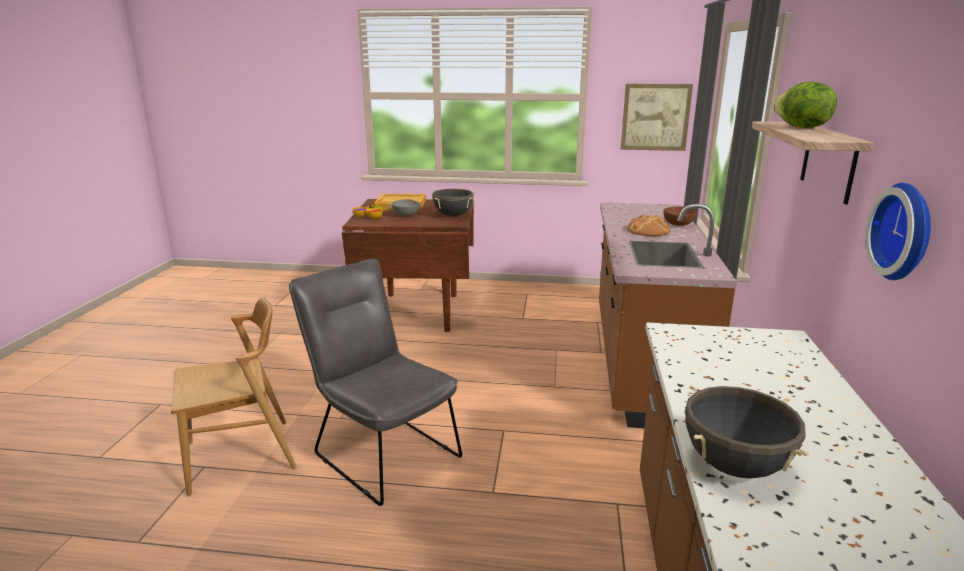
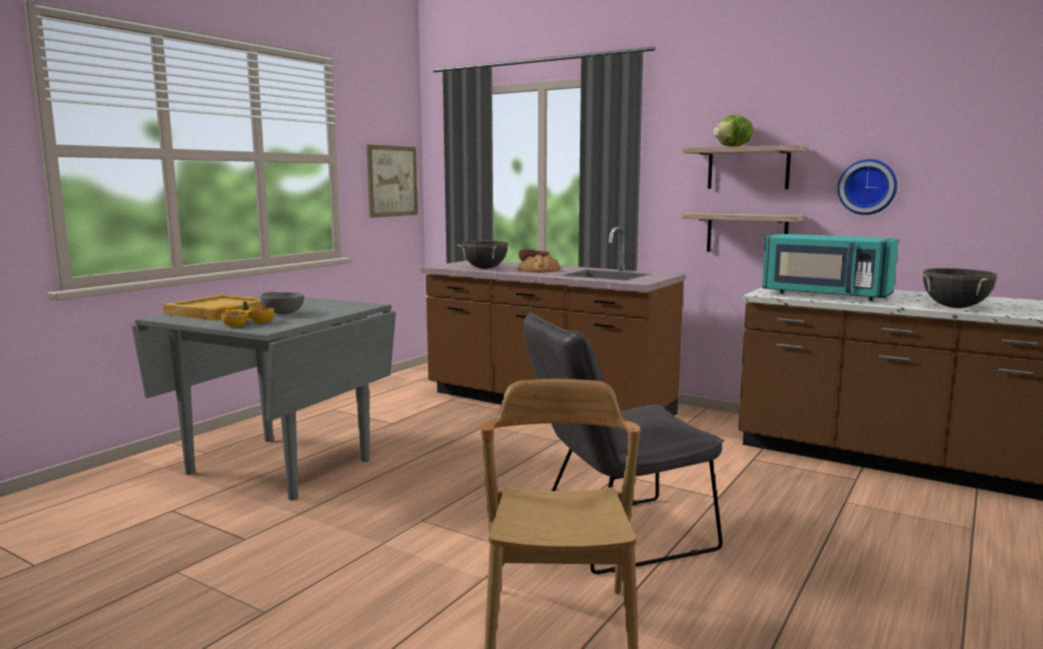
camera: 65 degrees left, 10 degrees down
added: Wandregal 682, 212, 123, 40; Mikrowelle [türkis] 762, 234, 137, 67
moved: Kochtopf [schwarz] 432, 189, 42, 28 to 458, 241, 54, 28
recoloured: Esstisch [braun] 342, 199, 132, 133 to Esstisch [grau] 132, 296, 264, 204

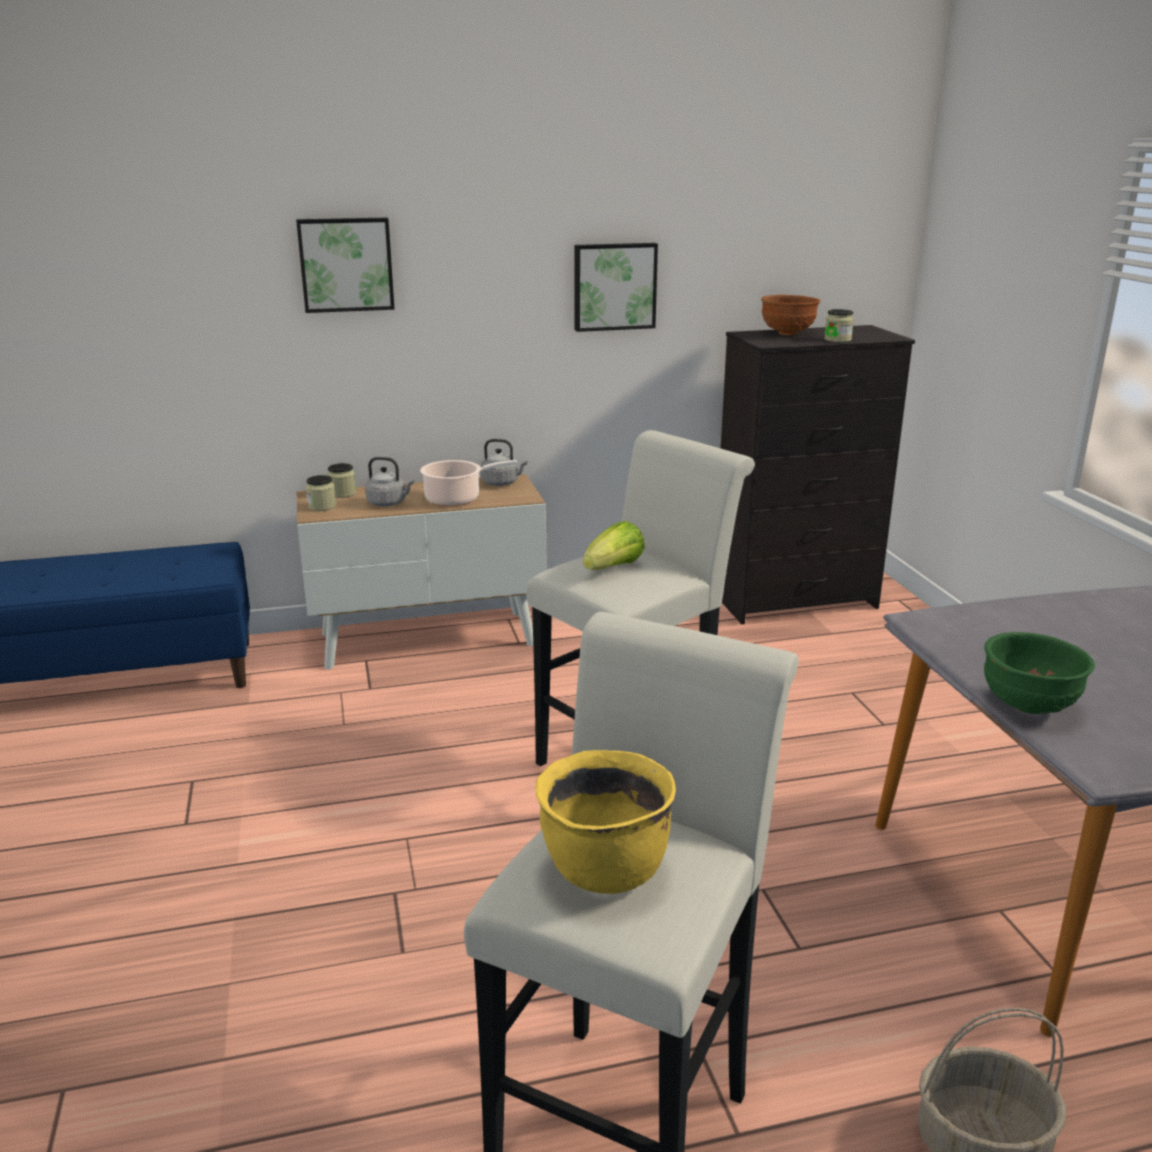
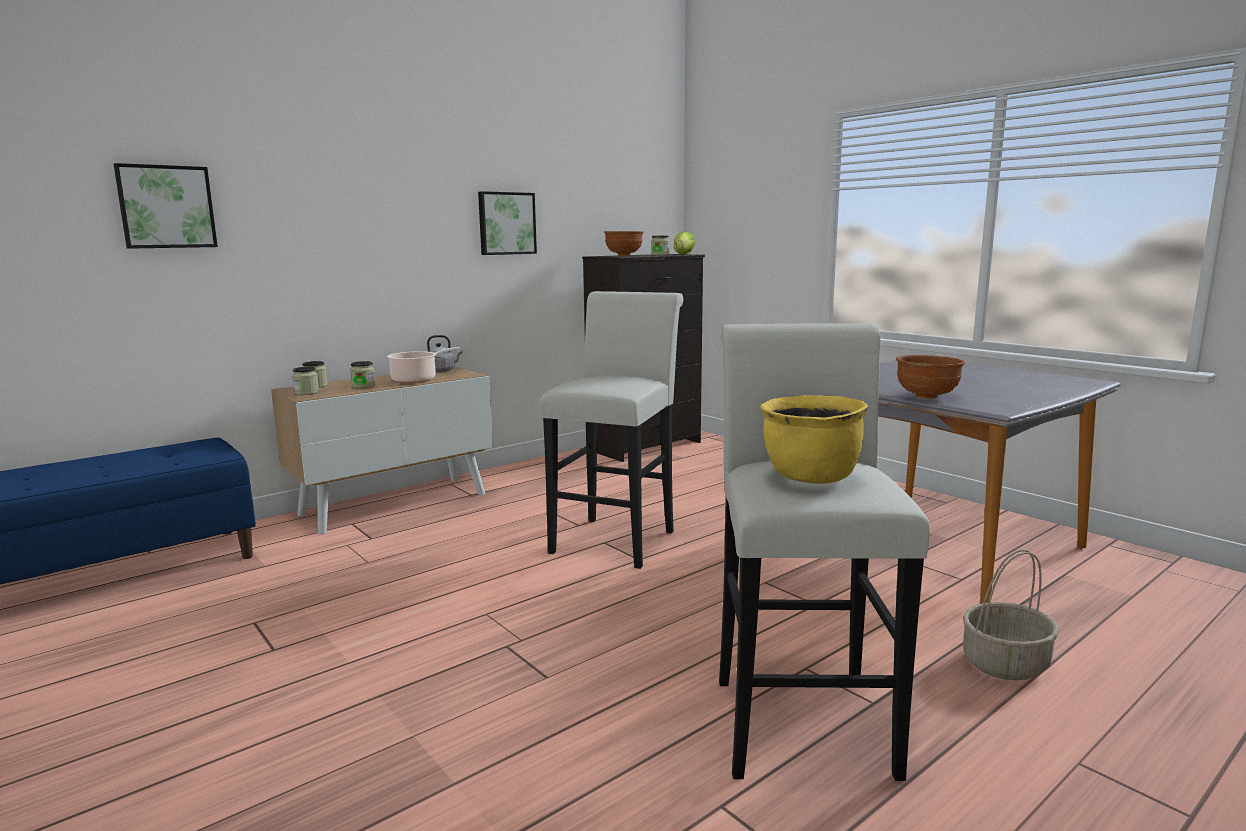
camera: 25 degrees left, 10 degrees down
moved: Bild 296, 218, 99, 95 to 114, 163, 104, 86; Salatkopf 583, 521, 62, 49 to 674, 231, 21, 23
replaced: Wasserkessel [grau] 365, 457, 49, 49 to Vorratsglas 350, 361, 25, 28
recoloured: Schüssel [grün] 984, 632, 111, 82 to Schüssel [braun] 896, 355, 69, 44

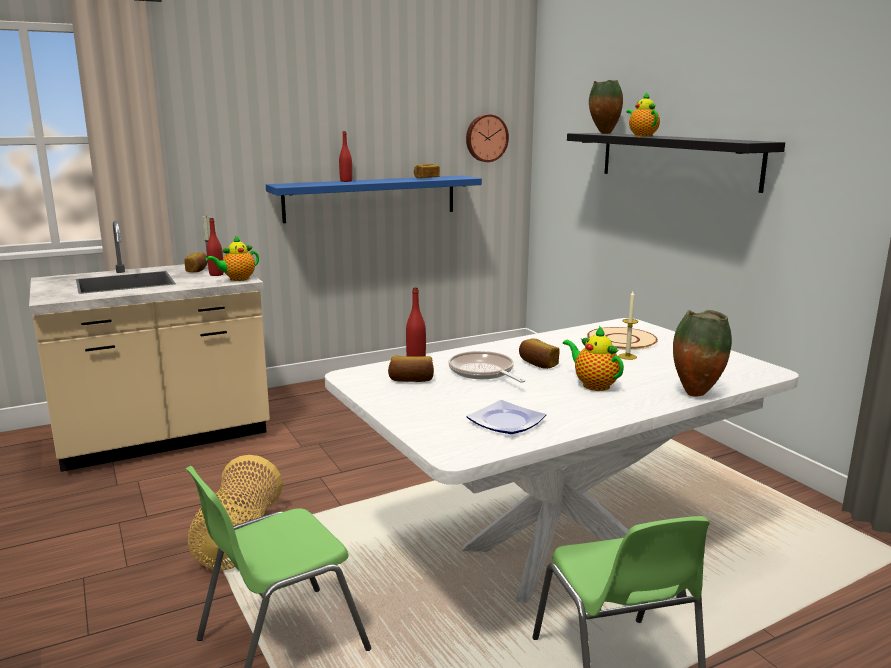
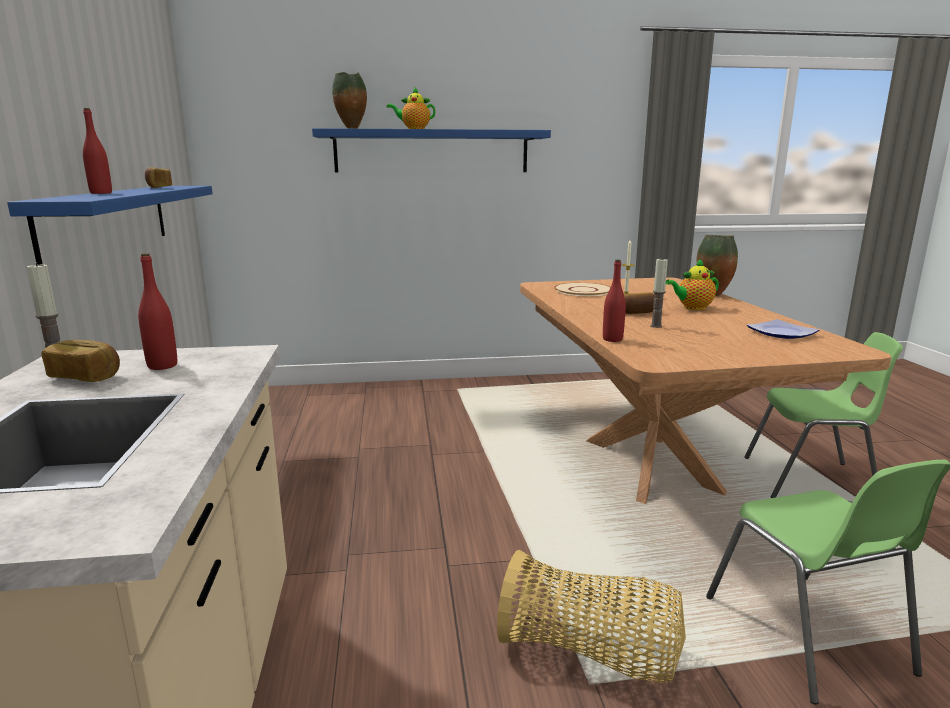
camera: 70 degrees left, 0 degrees up
removed: Teekanne 206, 235, 53, 46; Brot 388, 356, 46, 26; Wanduhr 466, 114, 43, 48
replaced: Pfanne 448, 351, 77, 32 to Kerze 650, 257, 18, 71
recoloured: Esstisch [weiß] 325, 318, 474, 285 to Esstisch [braun] 520, 277, 372, 227; Wandregal [schwarz] 567, 133, 218, 60 to Wandregal [blau] 312, 128, 239, 45

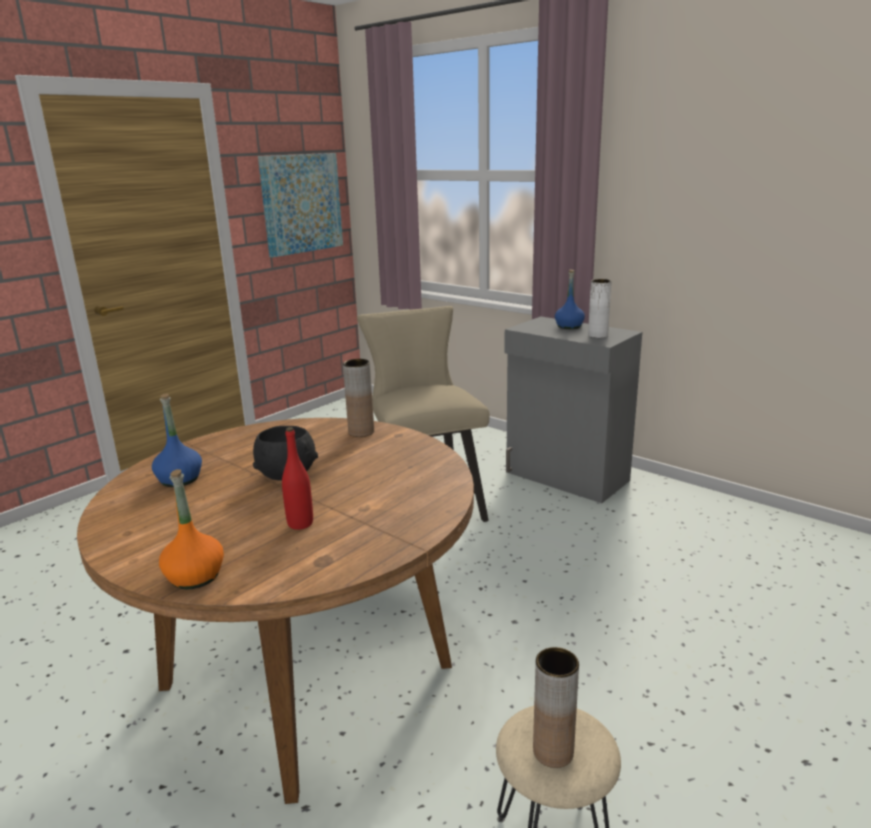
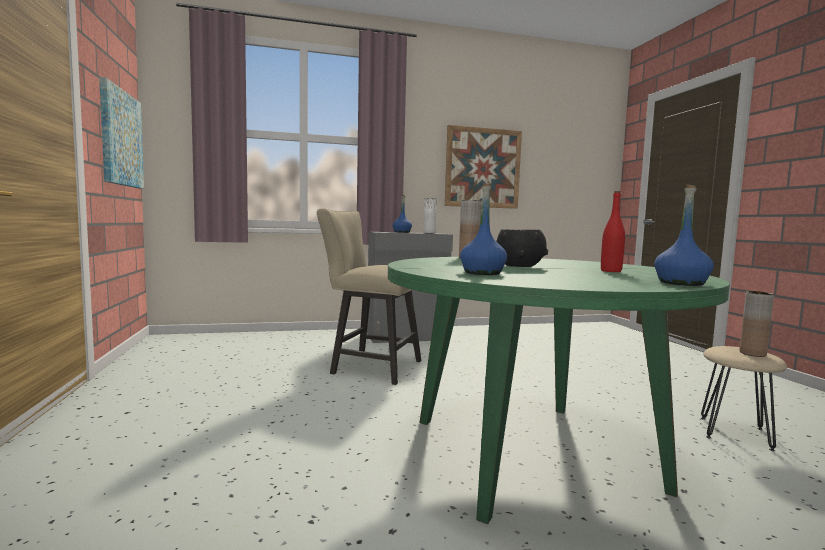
camera: 55 degrees left, 15 degrees down
added: Bild 445, 125, 77, 84
recoloured: Esstisch [braun] 77, 418, 397, 386 to Esstisch [grün] 388, 257, 342, 267; Flasche [orange] 159, 469, 65, 121 to Flasche [blau] 654, 185, 60, 101

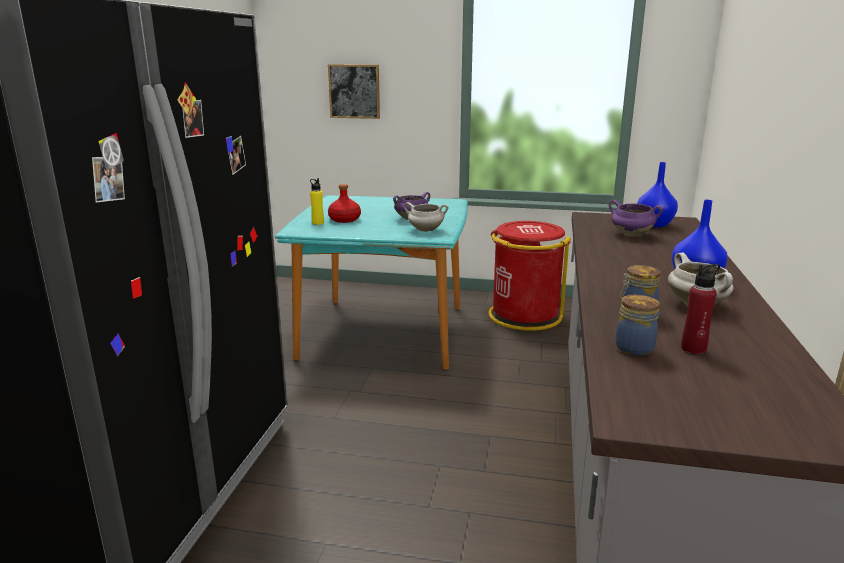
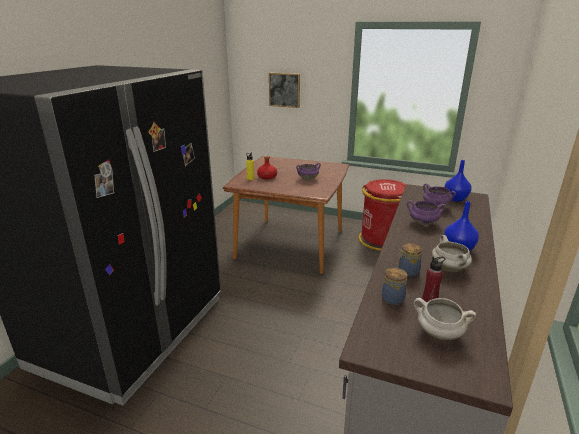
camera: 10 degrees right, 5 degrees up
added: Kochtopf [lila] 407, 200, 39, 25
moved: Kochtopf [weiß] 404, 202, 44, 30 to 414, 298, 62, 42
recoloured: Esstisch [türkis] 275, 195, 193, 175 to Esstisch [braun] 223, 156, 126, 118

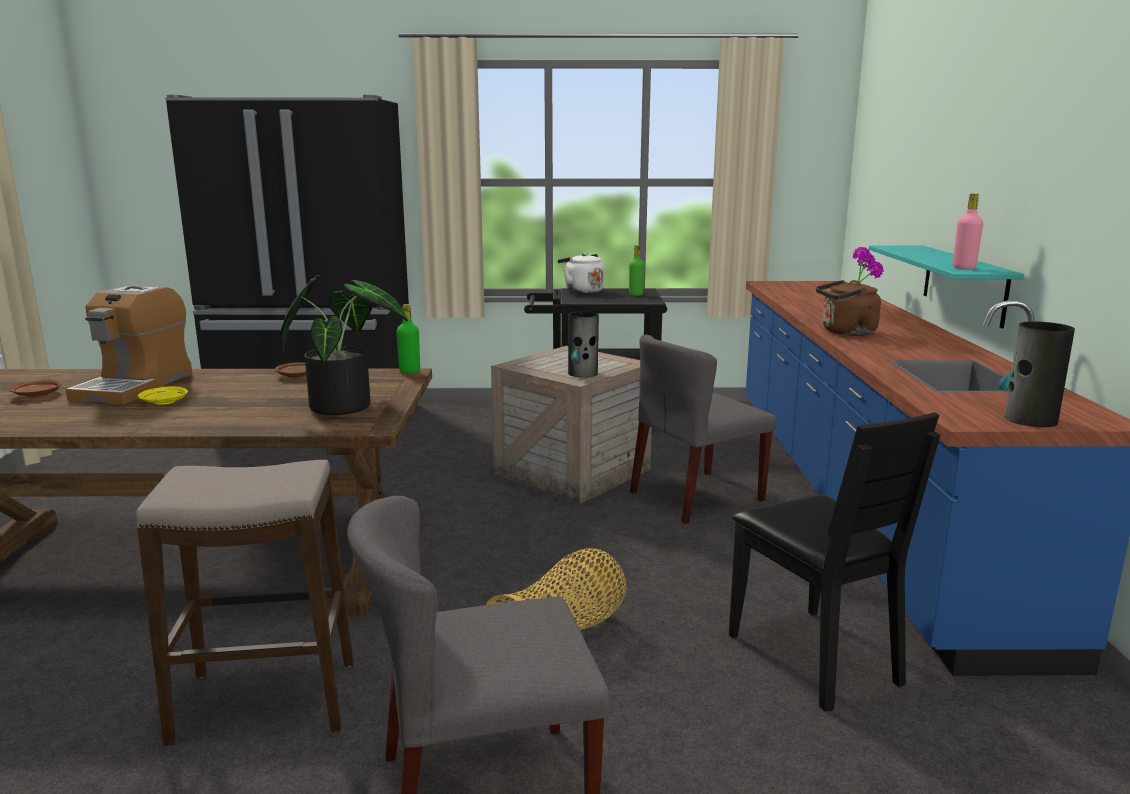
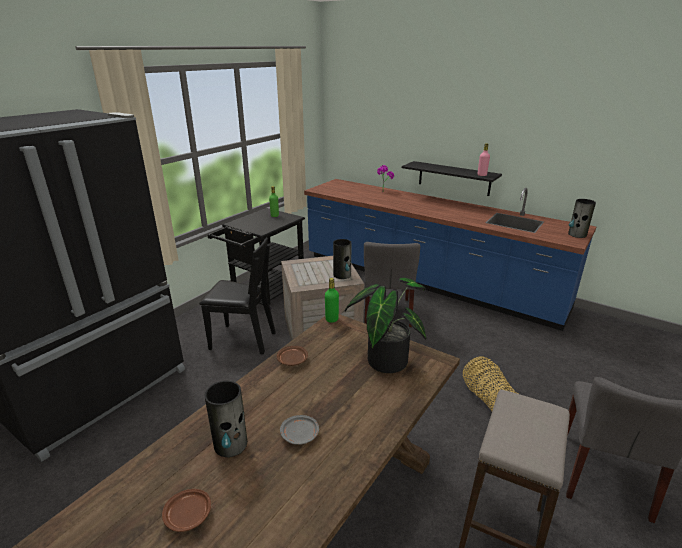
camera: 55 degrees left, 10 degrees up
removed: Wasserkessel [weiß] 558, 253, 47, 41; Wasserkessel [braun] 816, 280, 65, 56
moved: Stuhl [schwarz] 729, 412, 211, 300 to 199, 238, 77, 116
replaced: Kaffeemaschine 65, 285, 128, 120 to Vase 205, 381, 42, 76
recoloured: Teller [gelb] 138, 386, 50, 19 to Teller [grau] 280, 415, 39, 30; Wandregal [türkis] 869, 245, 155, 83 to Wandregal [schwarz] 402, 161, 100, 35

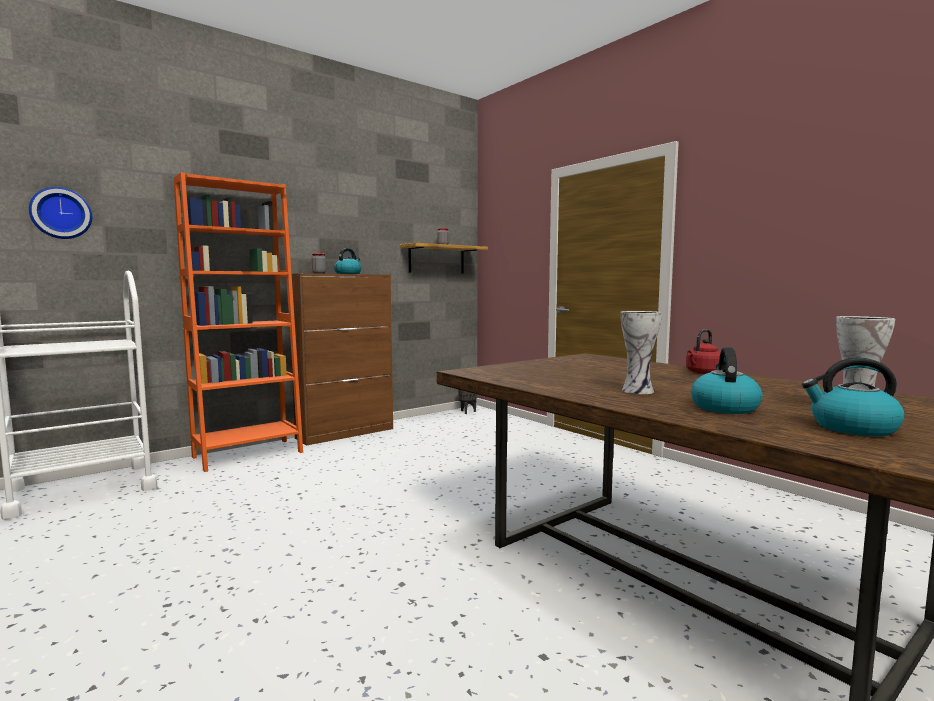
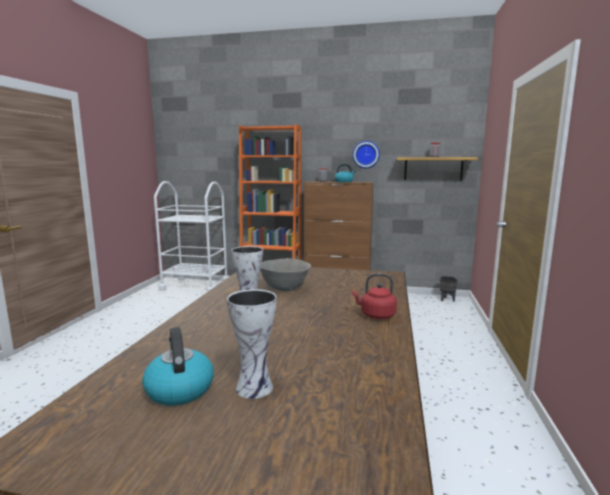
camera: 50 degrees right, 5 degrees up
removed: Wasserkessel 691, 347, 72, 67
added: Schüssel [grau] 260, 258, 51, 33
moved: Wanduhr 29, 187, 63, 52 to 353, 141, 27, 28

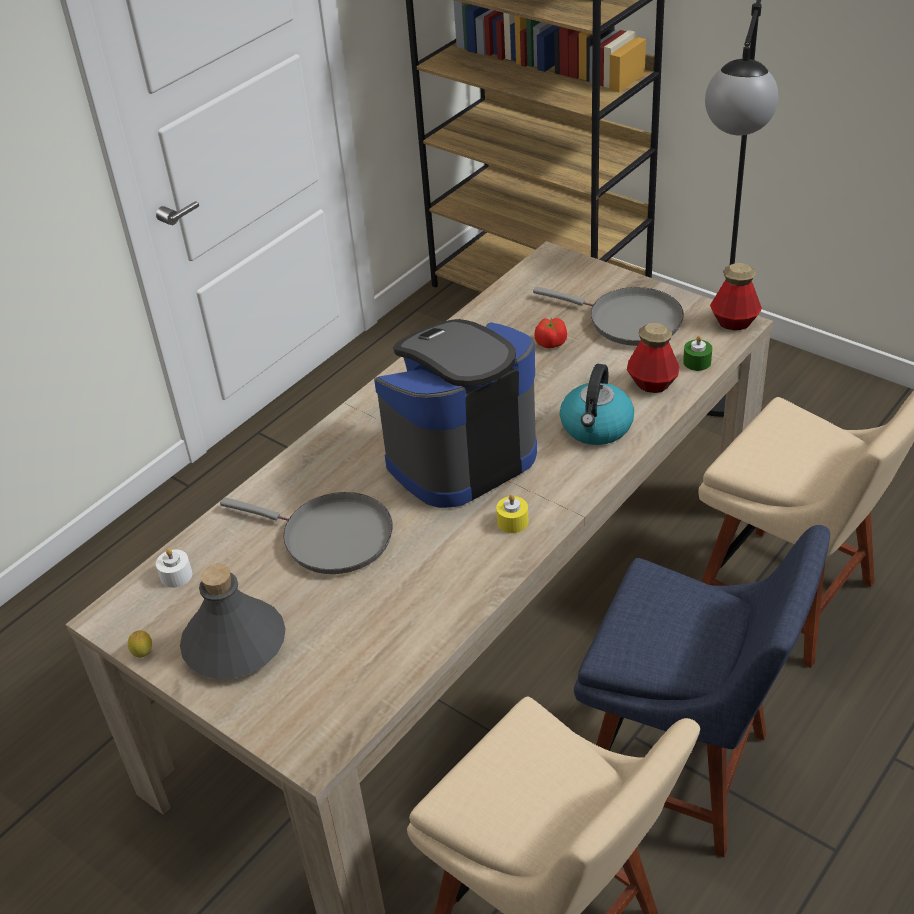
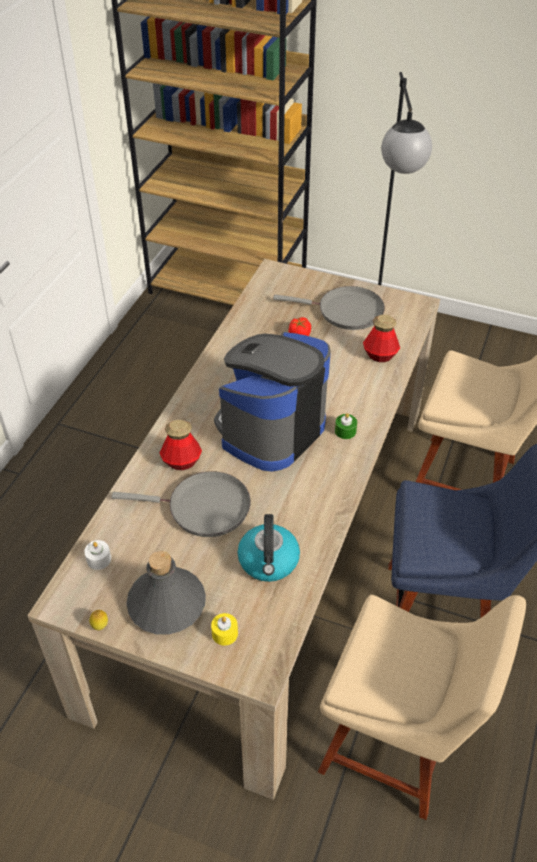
camera: 20 degrees left, 5 degrees up
moved: Kerze [gelb] 496, 494, 32, 39 to 211, 613, 27, 32; Wasserkessel 560, 364, 74, 81 to 238, 514, 62, 68; Kerze [grün] 683, 335, 29, 36 to 335, 413, 22, 26; Flasche 710, 263, 52, 67 to 160, 420, 42, 50

